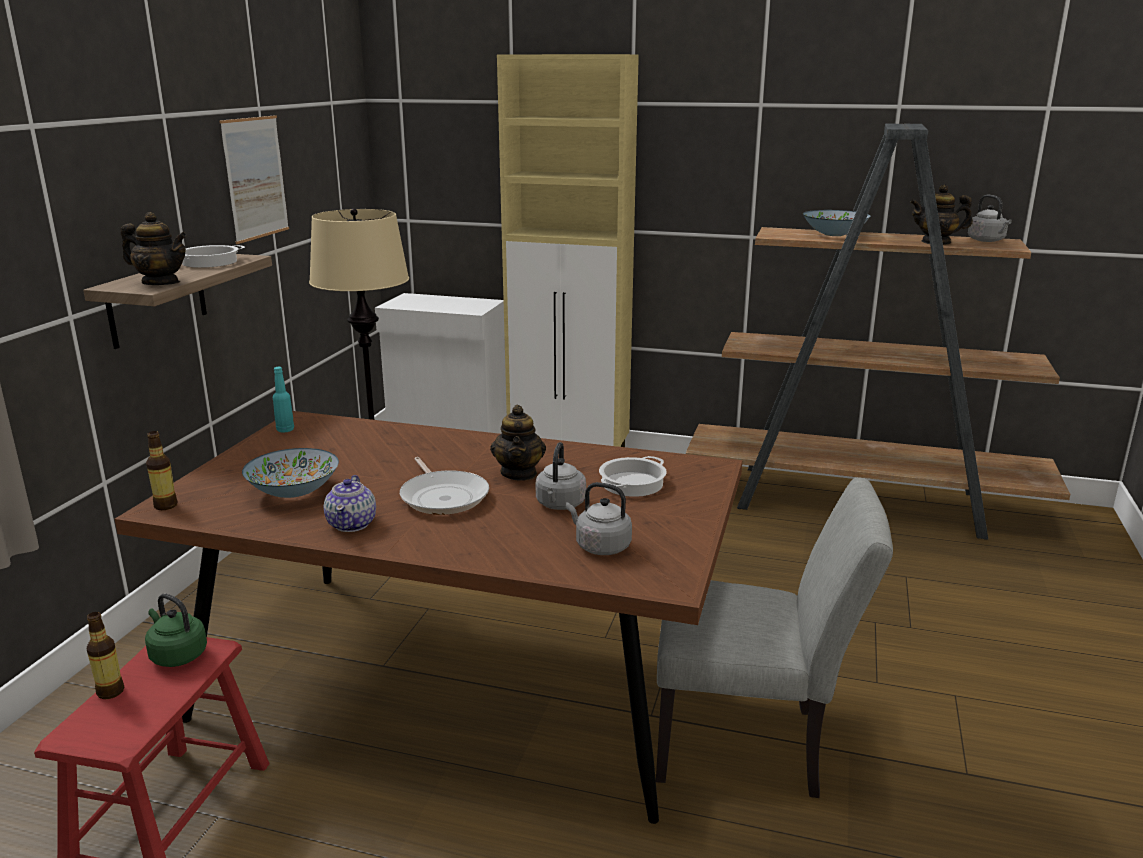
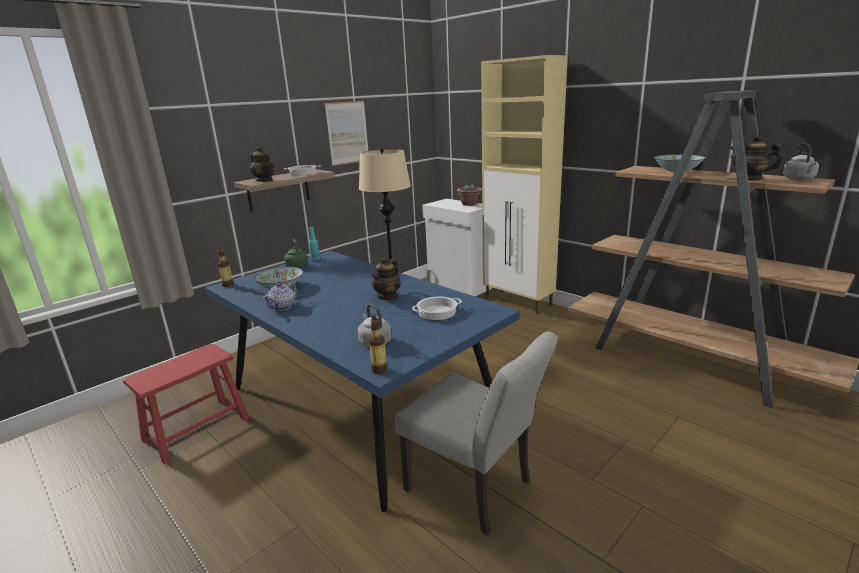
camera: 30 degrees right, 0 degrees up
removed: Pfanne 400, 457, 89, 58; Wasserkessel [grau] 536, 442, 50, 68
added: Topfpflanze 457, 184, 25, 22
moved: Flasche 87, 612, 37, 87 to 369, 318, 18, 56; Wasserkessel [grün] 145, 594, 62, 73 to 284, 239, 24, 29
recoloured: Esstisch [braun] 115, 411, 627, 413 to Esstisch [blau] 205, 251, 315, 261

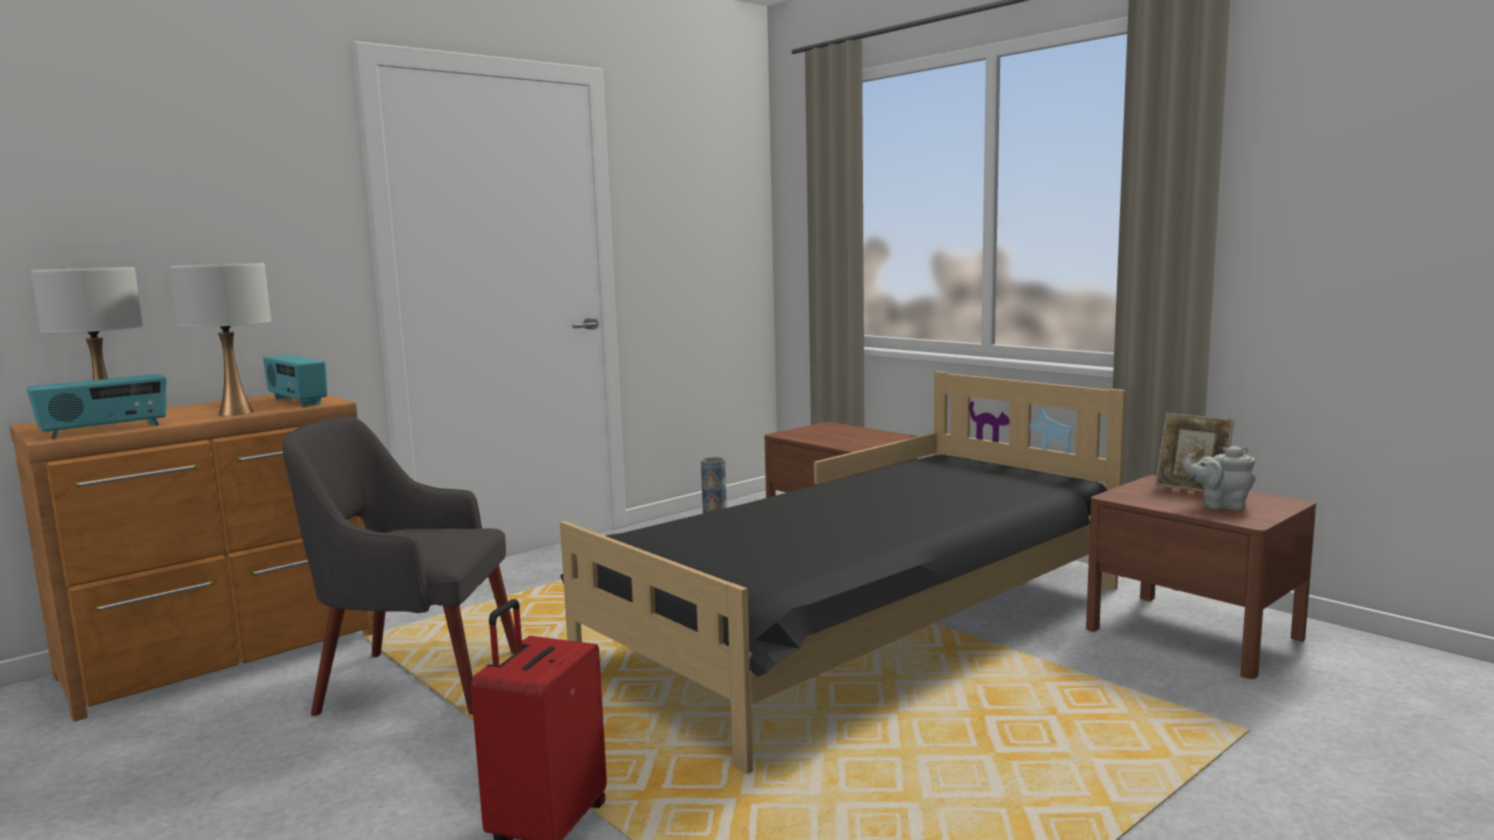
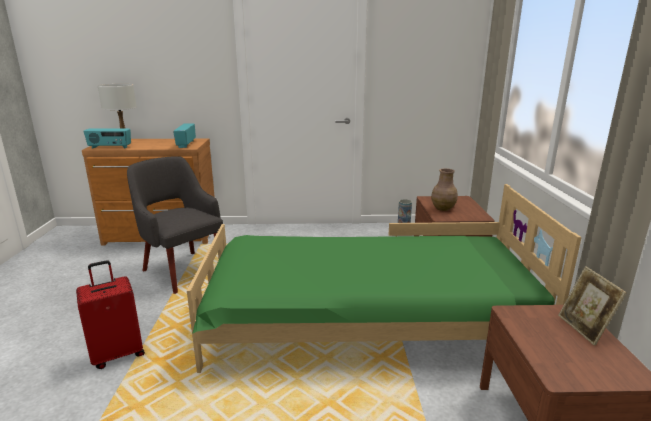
camera: 40 degrees right, 10 degrees up
removed: Tischlampe [weiß] 169, 263, 102, 153; Teekanne [grau] 1183, 446, 73, 64
added: Vase [braun] 431, 168, 27, 43
recoloured: Bett [schwarz] 560, 371, 566, 403 to Bett [grün] 187, 184, 395, 189

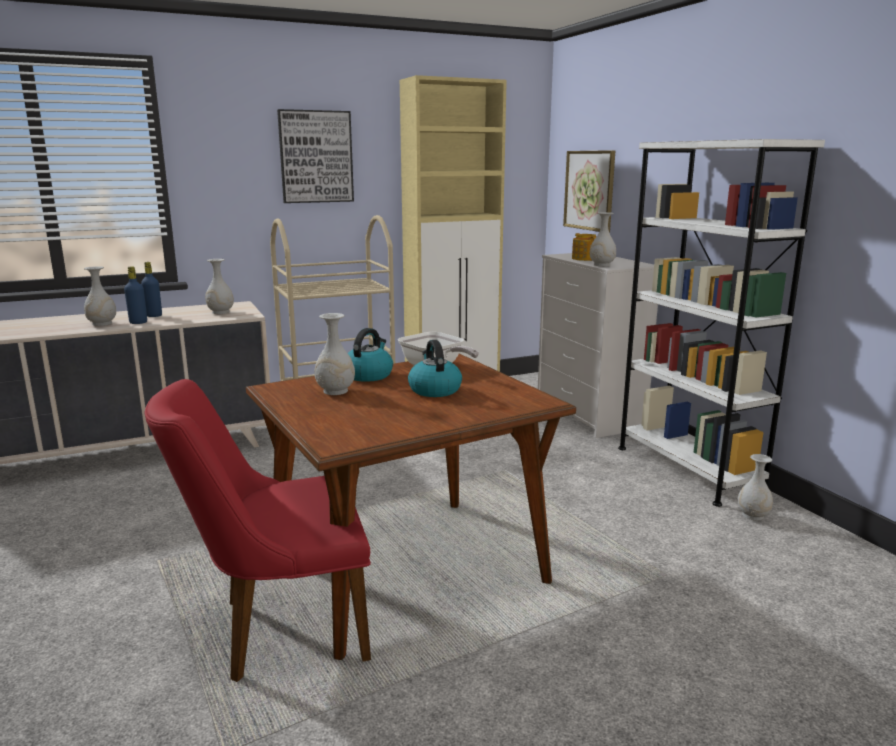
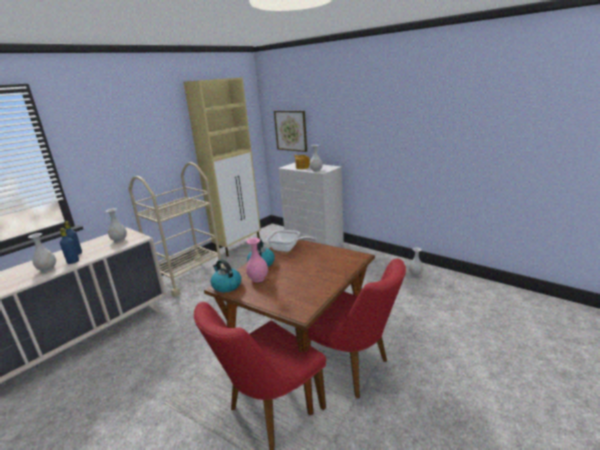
camera: 25 degrees left, 5 degrees up
removed: Bild 277, 109, 77, 94; Bücherregal [weiß] 618, 139, 207, 368
added: Stuhl [rot] 308, 259, 98, 140
moved: Wasserkessel 408, 340, 54, 57 to 210, 259, 31, 33
recoloured: Vase [weiß] 314, 313, 41, 82 to Vase [rosa] 246, 238, 22, 44

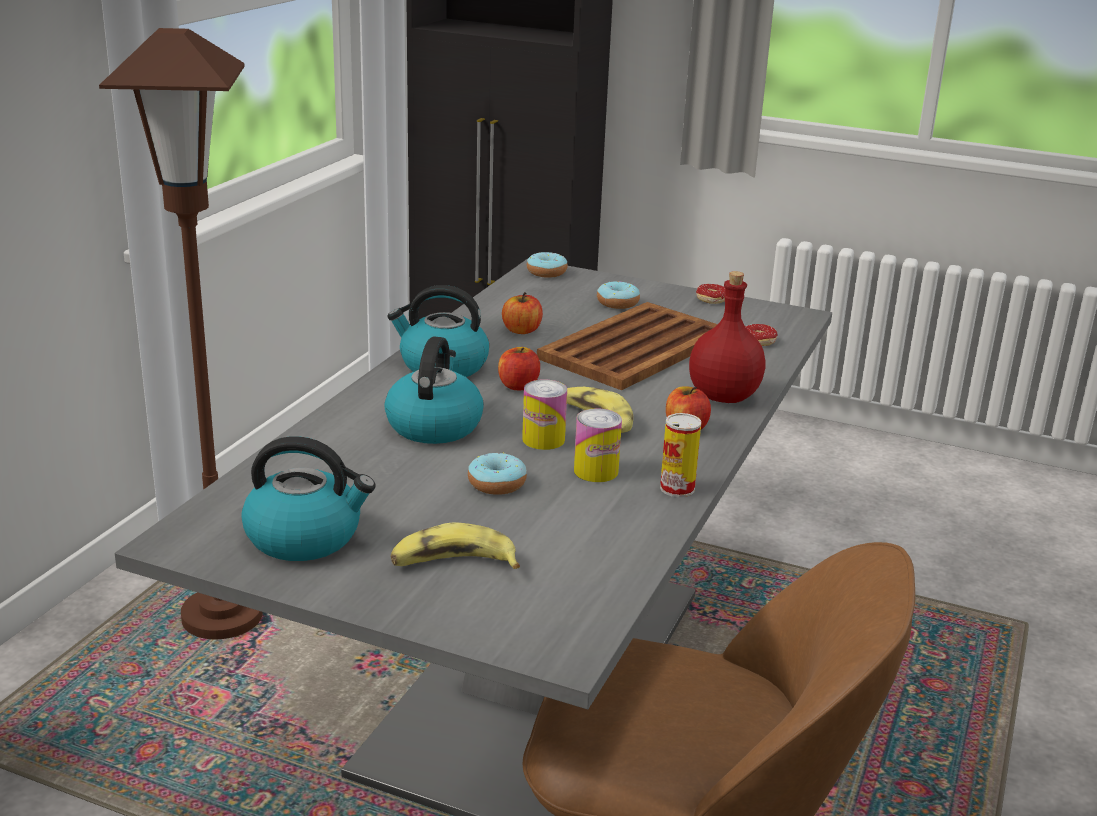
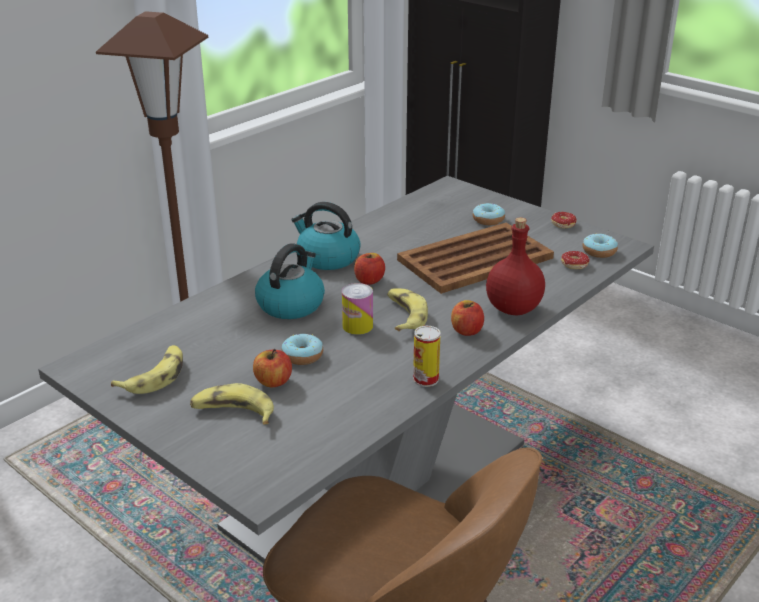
camera: 20 degrees right, 5 degrees up
removed: Dose 574, 408, 48, 74
moved: Apfel 502, 292, 41, 42 to 253, 349, 39, 38; Donut 527, 252, 41, 26 to 583, 233, 35, 25
replaced: Wasserkessel 241, 436, 135, 125 to Banane 111, 345, 72, 49

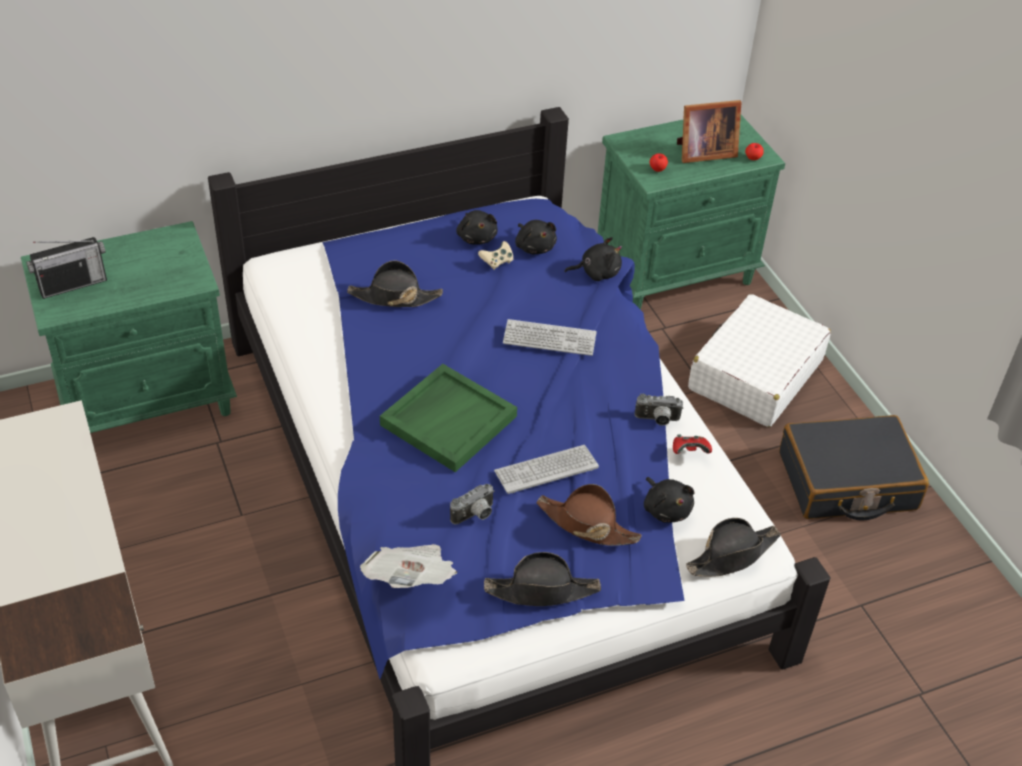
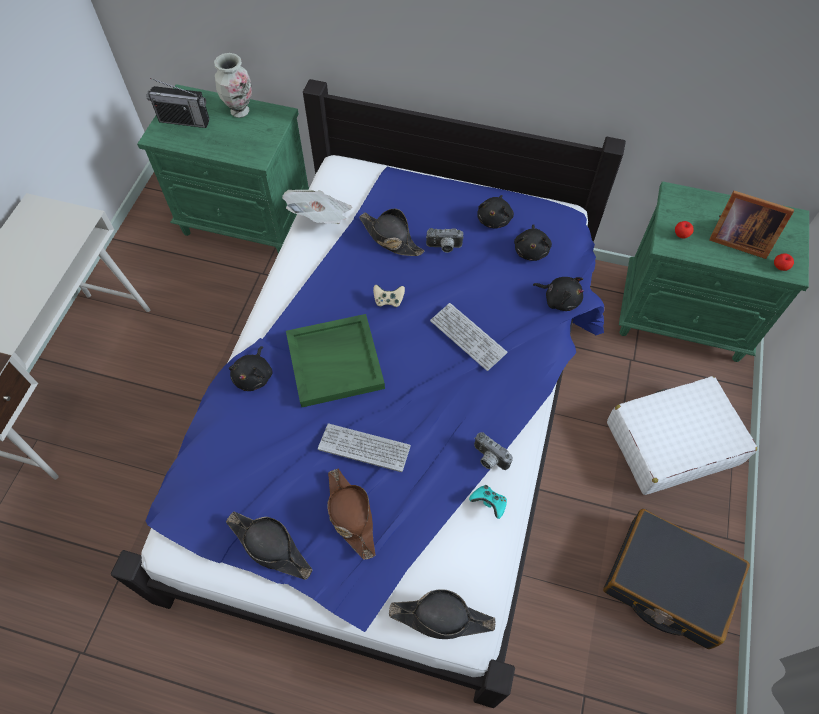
camera: 40 degrees right, 15 degrees up
added: Vase 214, 53, 38, 65
moved: Zeitung 360, 544, 97, 44 to 282, 190, 70, 34; Kamera 450, 484, 44, 41 to 426, 228, 38, 25; Gamepad [beige] 478, 241, 35, 29 to 373, 285, 32, 22; Plüschtier [schwarz] 644, 477, 51, 46 to 229, 346, 44, 45
recoloured: Gamepad [rot] 673, 434, 39, 20 to Gamepad [türkis] 469, 485, 38, 34

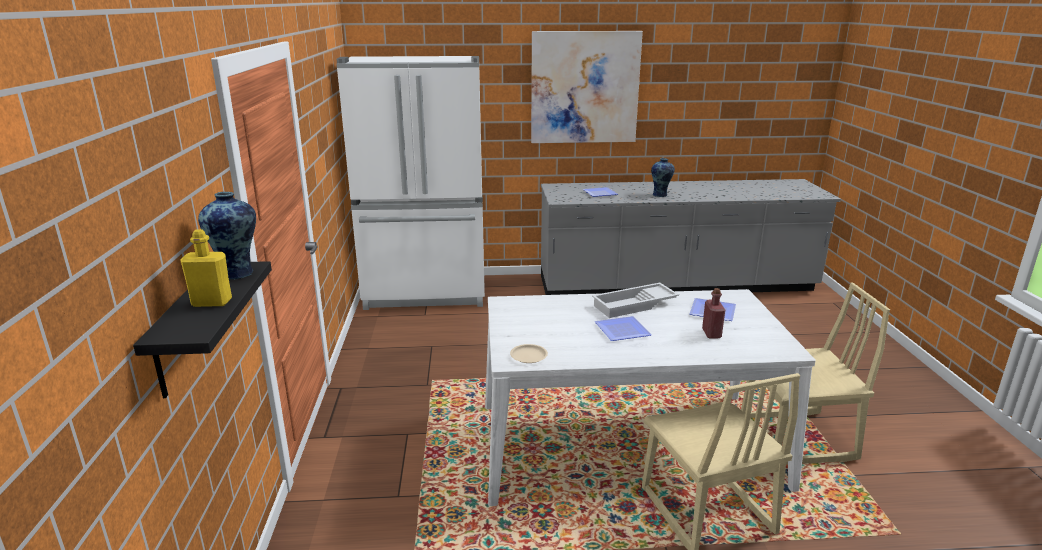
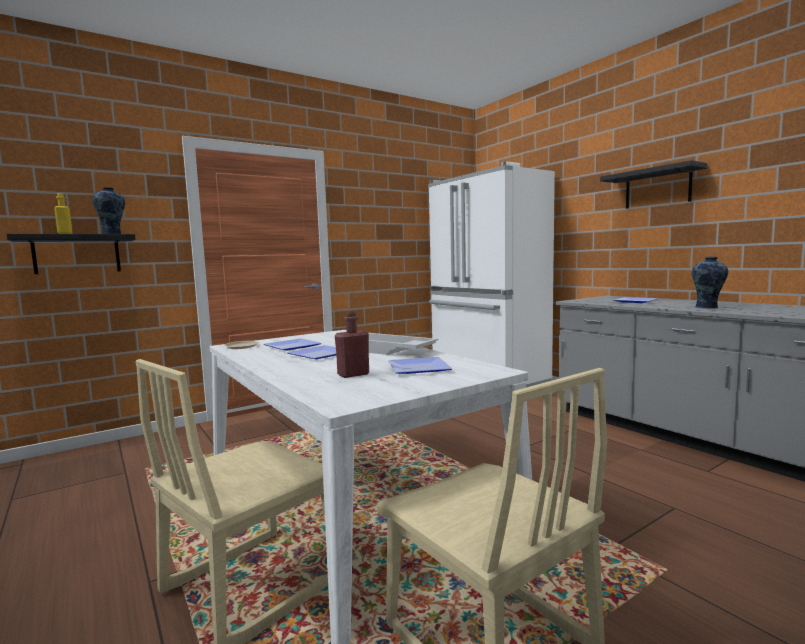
camera: 60 degrees right, 15 degrees down
added: Teller 264, 338, 58, 13
replaced: Bild 531, 31, 112, 112 to Wandregal [schwarz] 600, 160, 108, 49

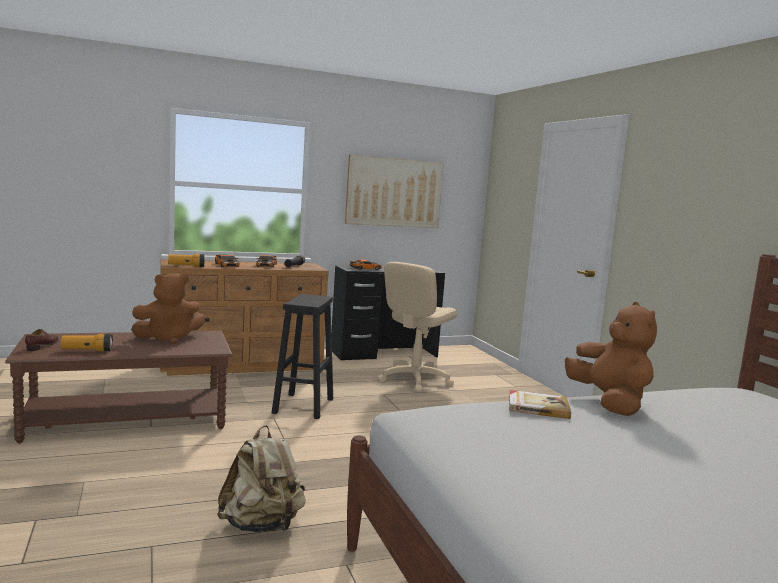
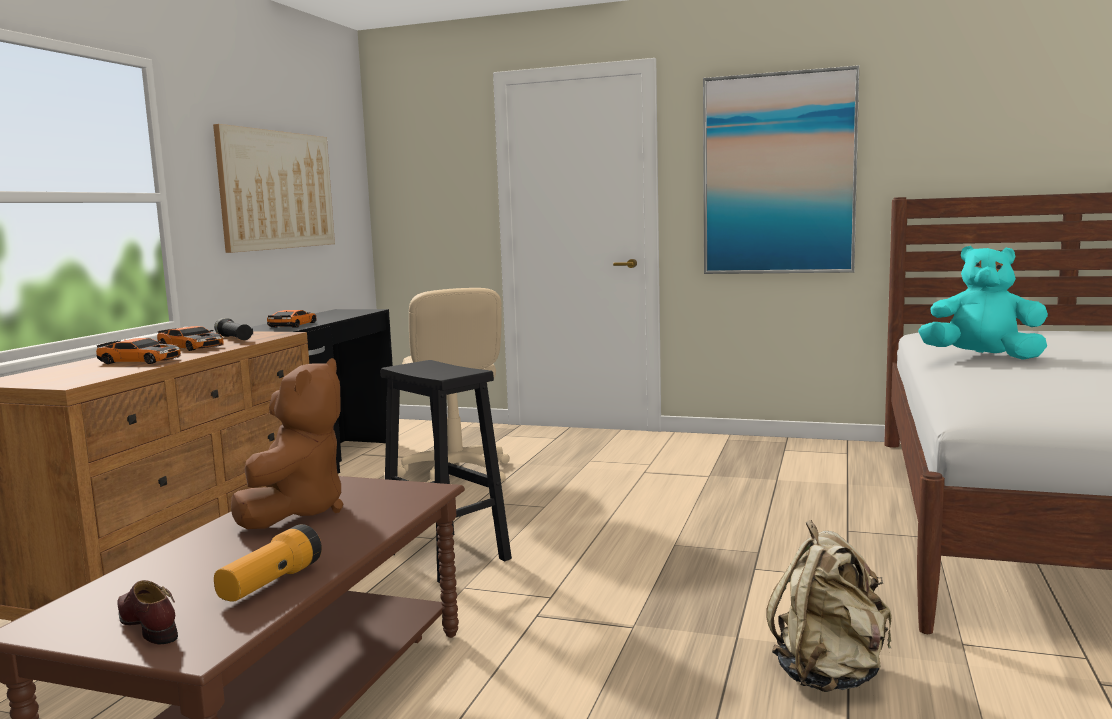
camera: 50 degrees left, 0 degrees up
removed: Taschenlampe 168, 254, 37, 13; Buch 509, 390, 62, 29
added: Bild 703, 65, 156, 209
recoloured: Plüschtier [braun] 565, 302, 92, 114 to Plüschtier [türkis] 918, 246, 130, 114

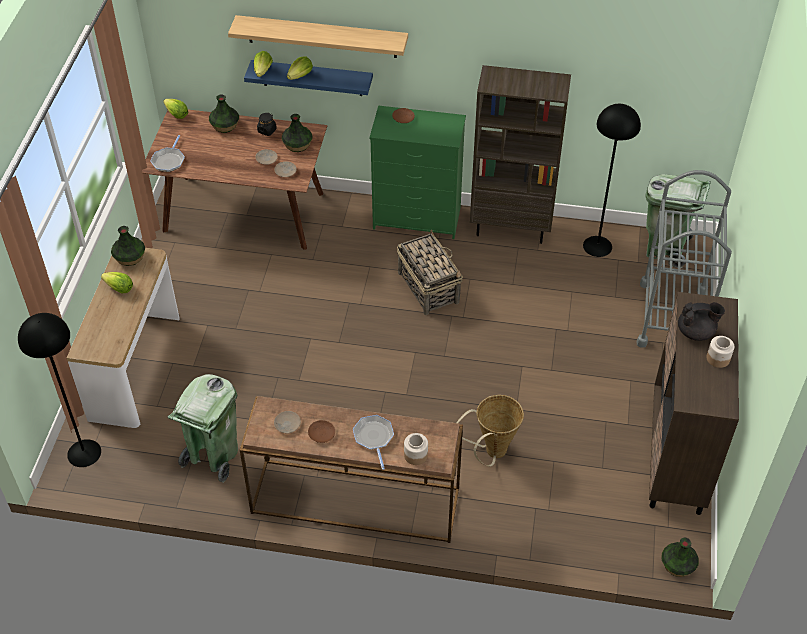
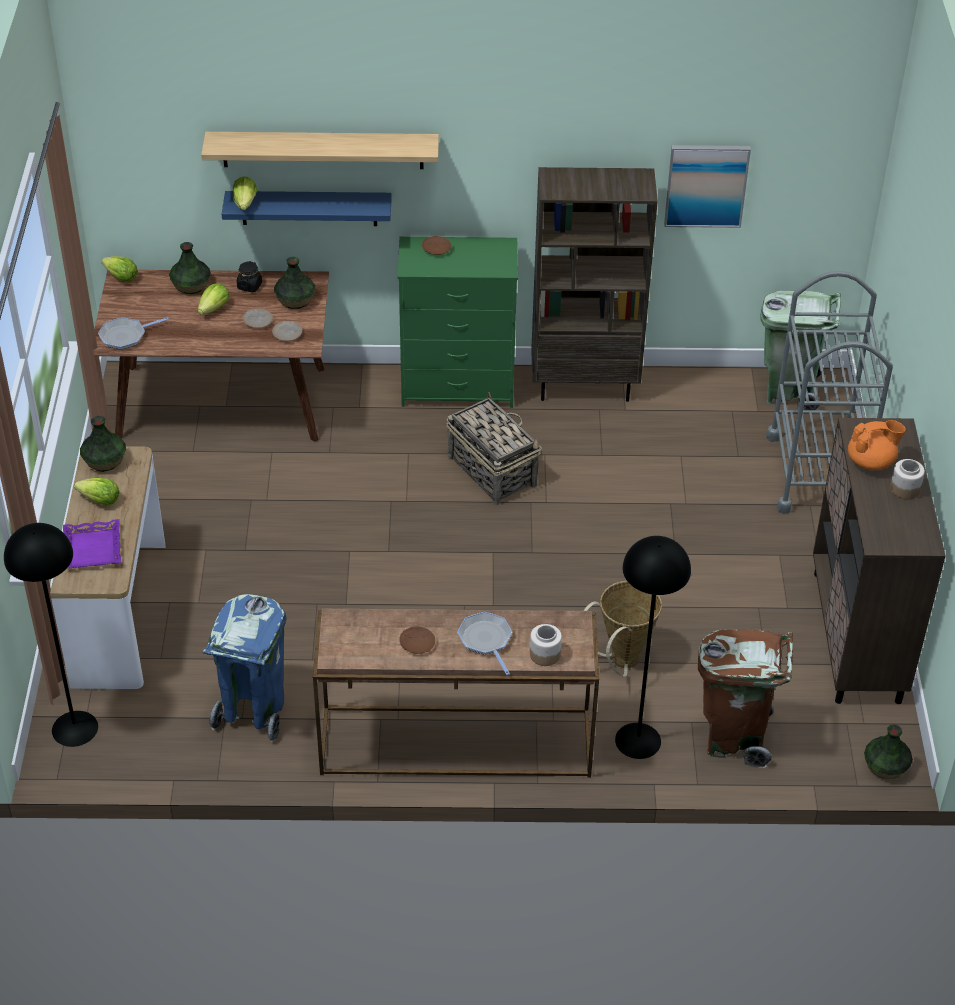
camera: 10 degrees left, 5 degrees down
removed: Teller [beige] 274, 411, 27, 22
added: Tablett [lila] 63, 519, 58, 49; Bild 664, 145, 87, 83; Mülleimer [braun] 698, 630, 95, 138
moved: Salatkopf 287, 56, 26, 24 to 198, 283, 31, 32; Stehlampe [schwarz] 583, 104, 58, 153 to 615, 536, 76, 223
recoloured: Mülleimer [grün] 168, 374, 70, 109 to Mülleimer [blau] 203, 594, 84, 148; Teekanne [schwarz] 678, 302, 47, 39 to Teekanne [orange] 848, 420, 58, 50
turned: Pfanne 150, 135, 35, 37 = 98, 317, 71, 33 60 degrees clockwise

